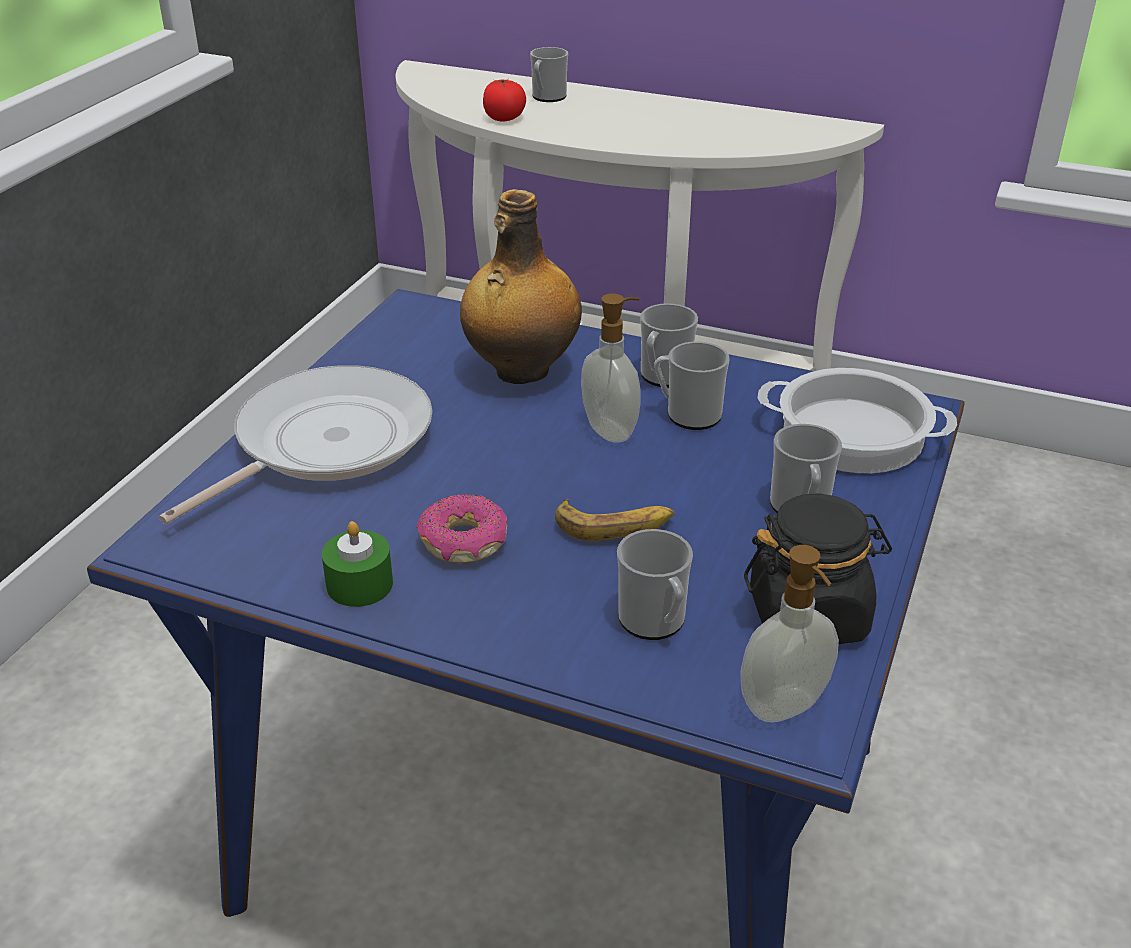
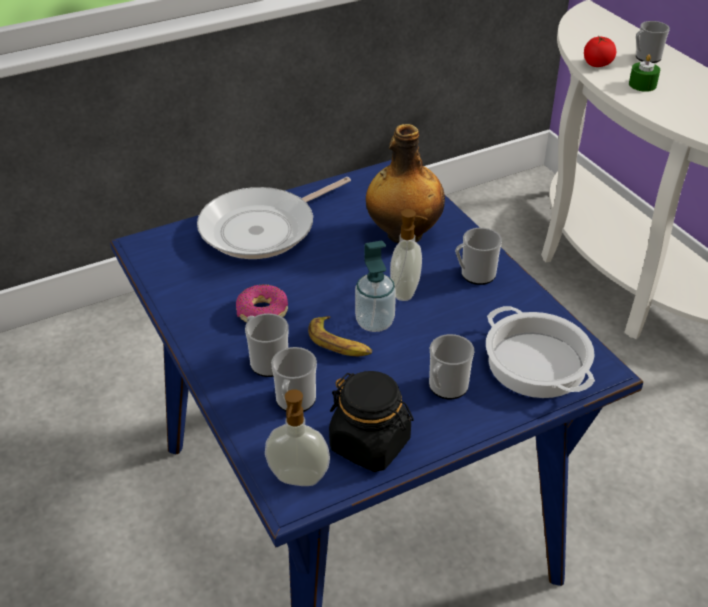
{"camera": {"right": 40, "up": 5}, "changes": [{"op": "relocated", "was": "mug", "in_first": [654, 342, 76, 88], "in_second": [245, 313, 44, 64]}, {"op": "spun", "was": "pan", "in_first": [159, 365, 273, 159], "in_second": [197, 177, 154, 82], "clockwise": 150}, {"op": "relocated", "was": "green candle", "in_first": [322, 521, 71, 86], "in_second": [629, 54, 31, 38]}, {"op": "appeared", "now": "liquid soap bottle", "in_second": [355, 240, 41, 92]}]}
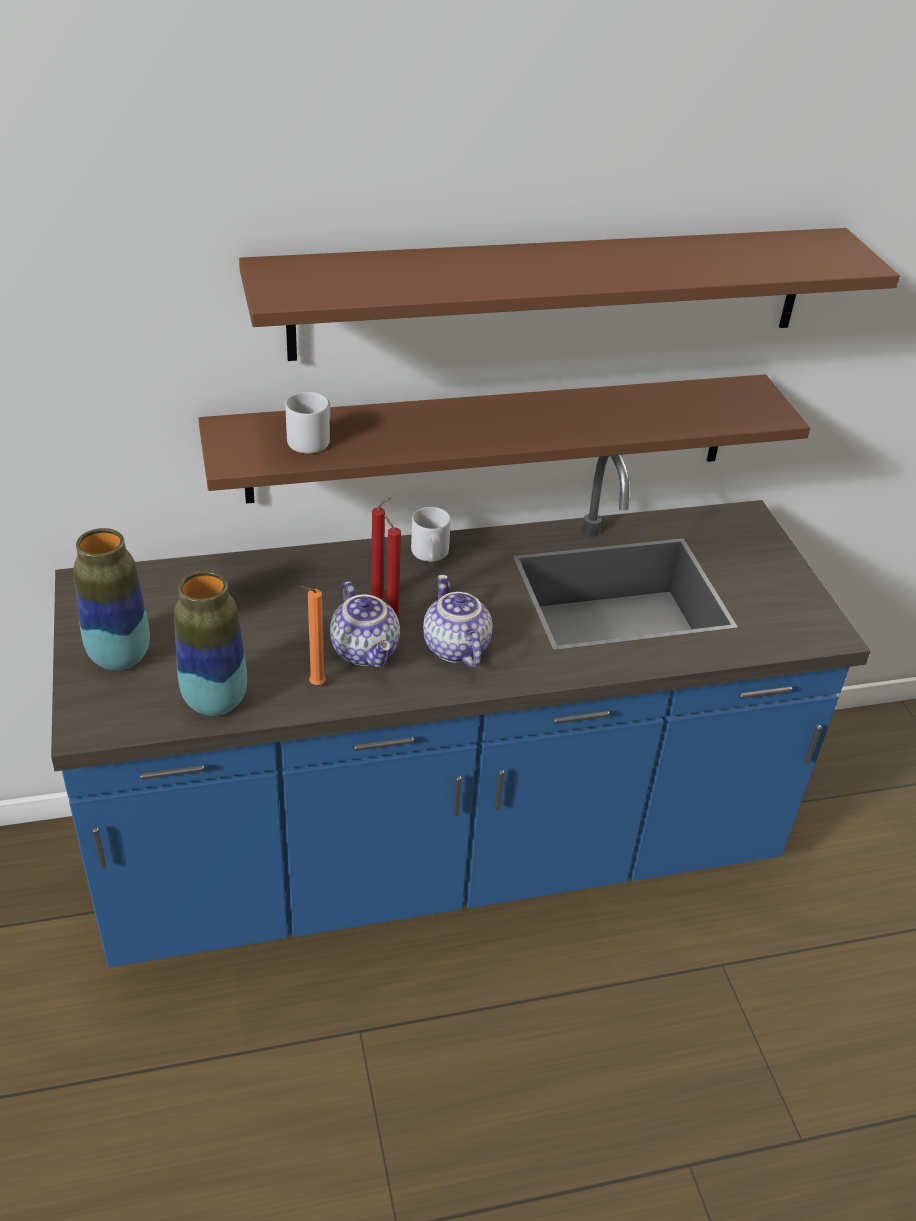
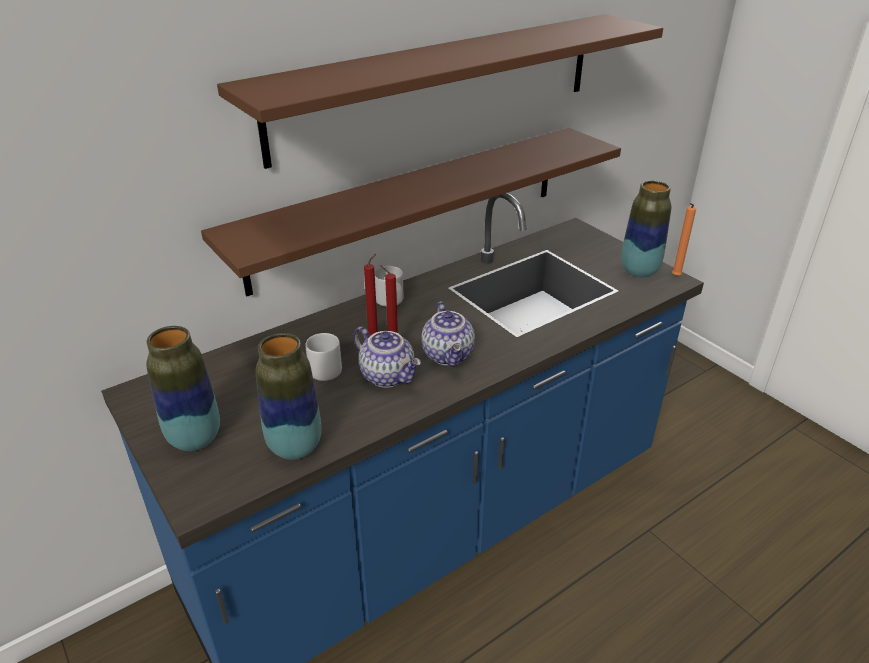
{"camera": {"right": -20, "up": -5}, "changes": [{"op": "relocated", "was": "greyish mug", "in_first": [285, 392, 46, 62], "in_second": [306, 333, 36, 48]}, {"op": "spun", "was": "pot for tea", "in_first": [423, 574, 70, 94], "in_second": [421, 302, 54, 65], "clockwise": -150}, {"op": "relocated", "was": "orange-coloured candle", "in_first": [301, 586, 25, 99], "in_second": [672, 203, 24, 74]}, {"op": "appeared", "now": "decorative vase", "in_second": [621, 181, 51, 96]}]}
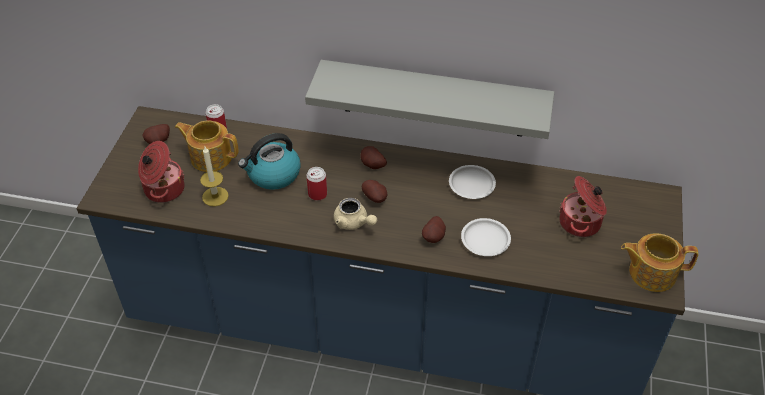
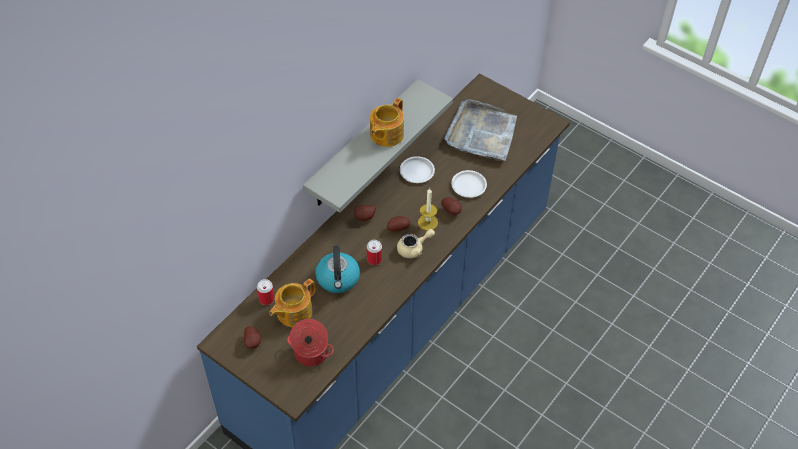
{"camera": {"right": -65, "up": 5}, "changes": [{"op": "relocated", "was": "candle", "in_first": [200, 147, 29, 60], "in_second": [418, 188, 20, 43]}, {"op": "exchanged", "was": "stockpot", "now": "greyish tray", "in_first": [559, 176, 48, 61], "in_second": [444, 99, 73, 62]}, {"op": "relocated", "was": "pot for tea", "in_first": [621, 233, 78, 59], "in_second": [370, 98, 34, 49]}]}
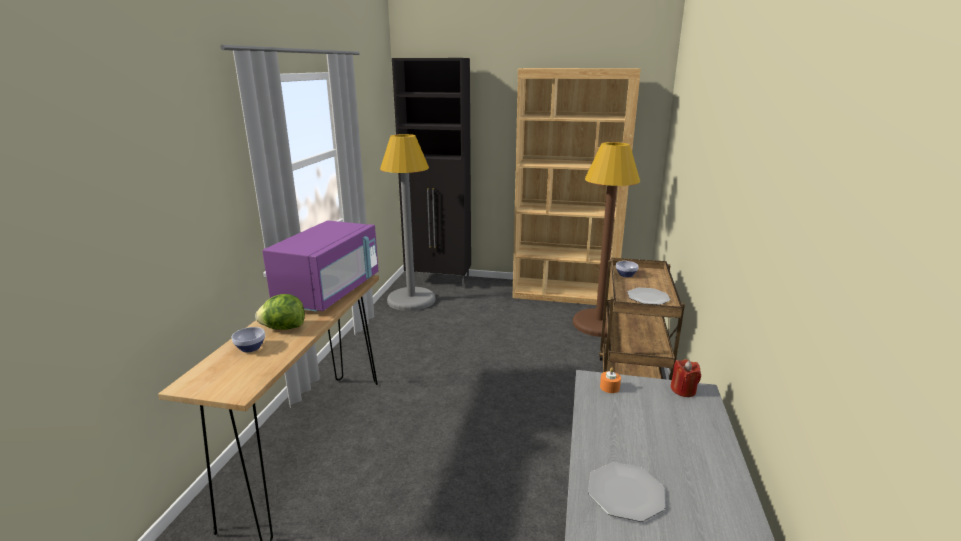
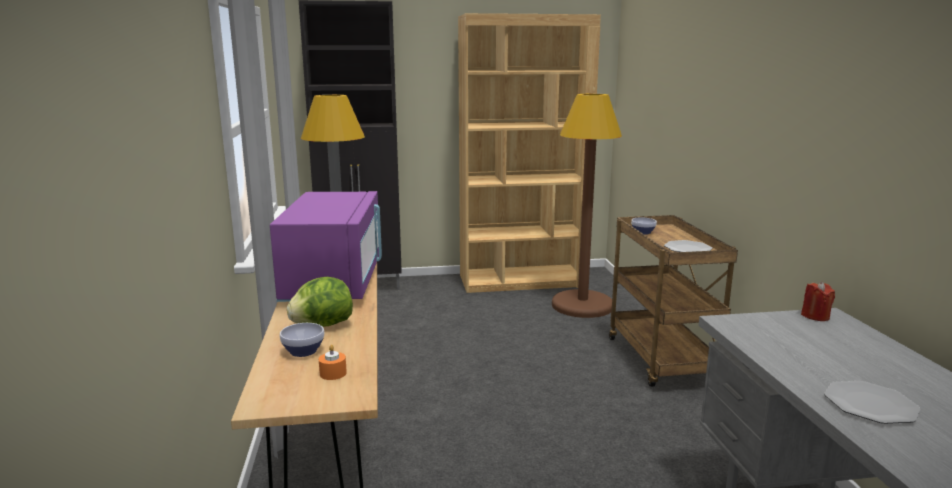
{"camera": {"right": -20, "up": -5}, "changes": [{"op": "relocated", "was": "orange-coloured candle", "in_first": [600, 367, 21, 26], "in_second": [319, 345, 28, 35]}]}
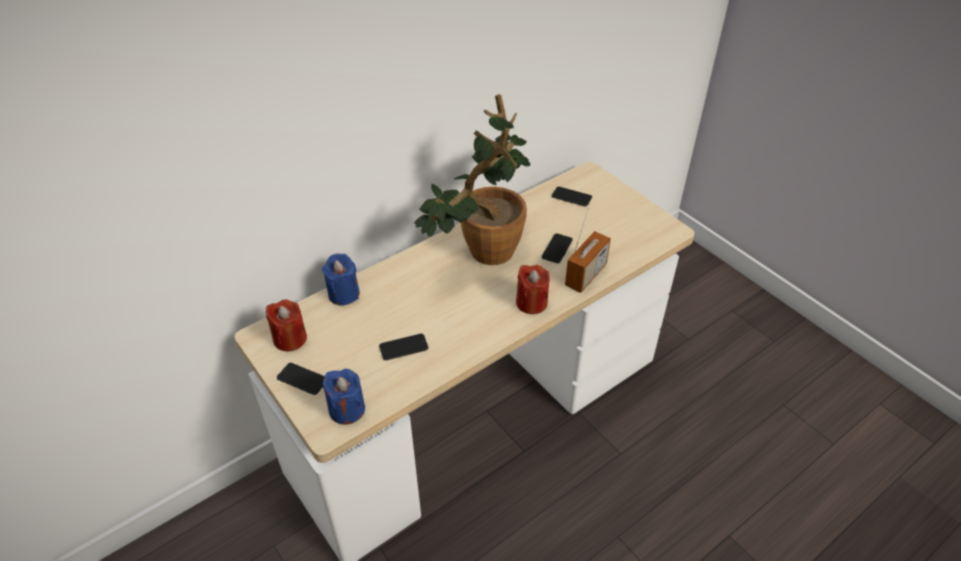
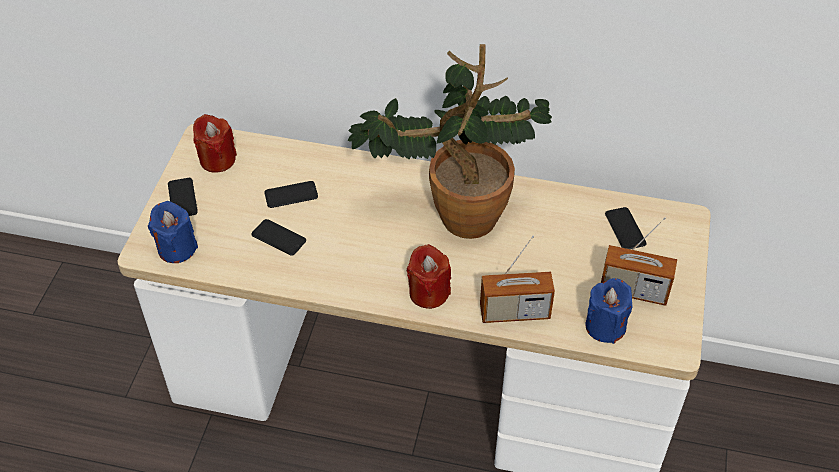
{"camera": {"right": 50, "up": 5}, "changes": [{"op": "relocated", "was": "handset", "in_first": [541, 234, 32, 29], "in_second": [264, 181, 54, 27]}, {"op": "relocated", "was": "bluish candle", "in_first": [322, 253, 38, 52], "in_second": [585, 278, 47, 66]}, {"op": "appeared", "now": "radio set", "in_second": [601, 217, 76, 89]}]}
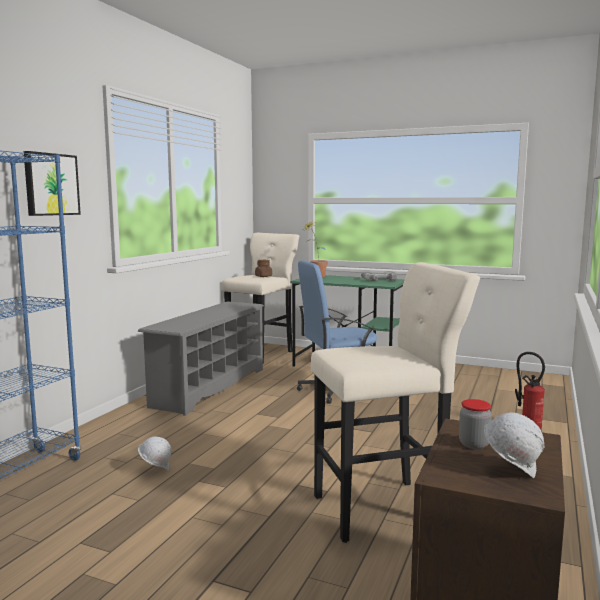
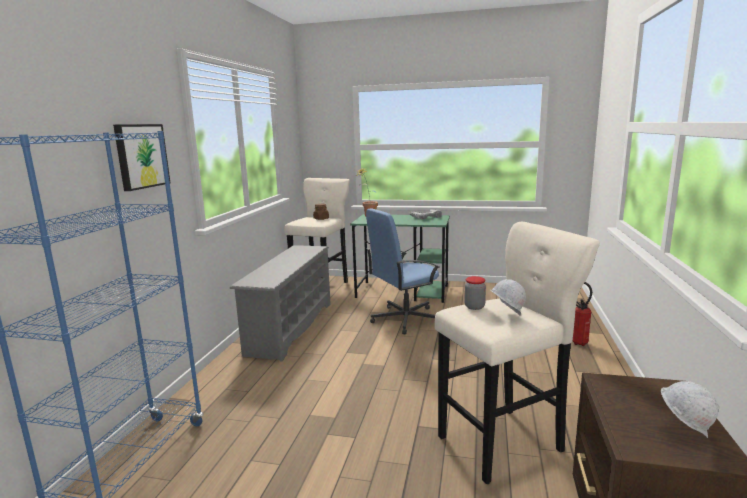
{"camera": {"right": -10, "up": 5}, "changes": [{"op": "relocated", "was": "preserve jar", "in_first": [459, 399, 33, 50], "in_second": [464, 276, 22, 34]}, {"op": "relocated", "was": "white-coloured safety helmet", "in_first": [138, 437, 34, 34], "in_second": [490, 279, 36, 36]}]}
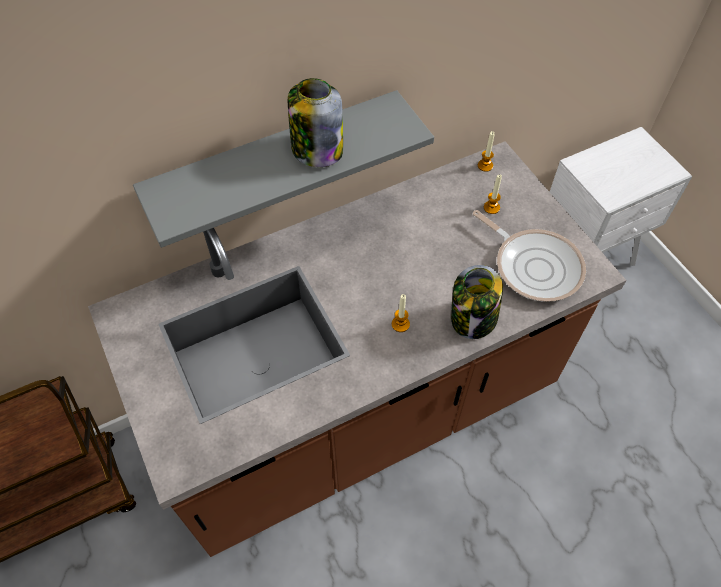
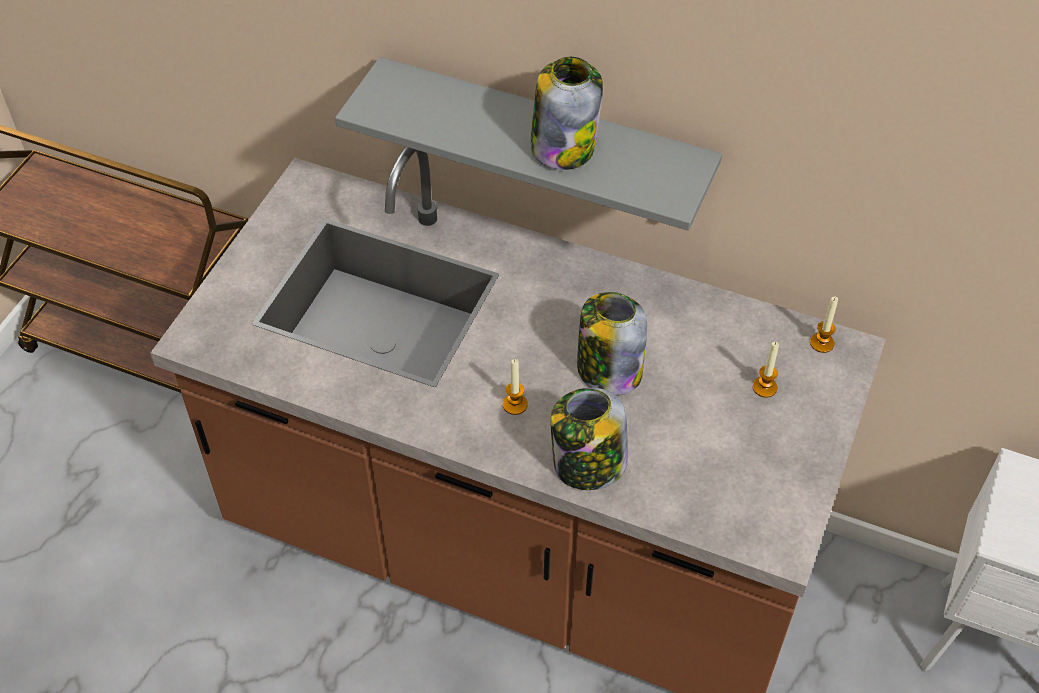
{"camera": {"right": 50, "up": -5}, "changes": [{"op": "missing", "was": "pan", "in_first": [473, 210, 113, 92]}, {"op": "appeared", "now": "preserve jar", "in_second": [577, 292, 70, 103]}]}
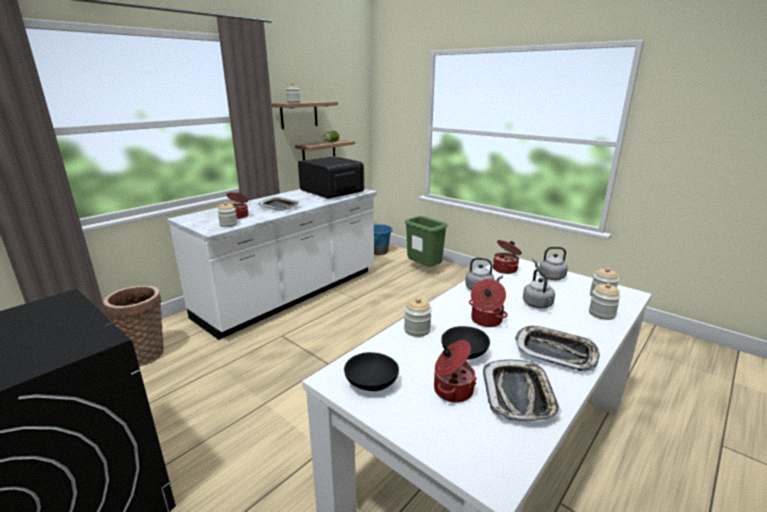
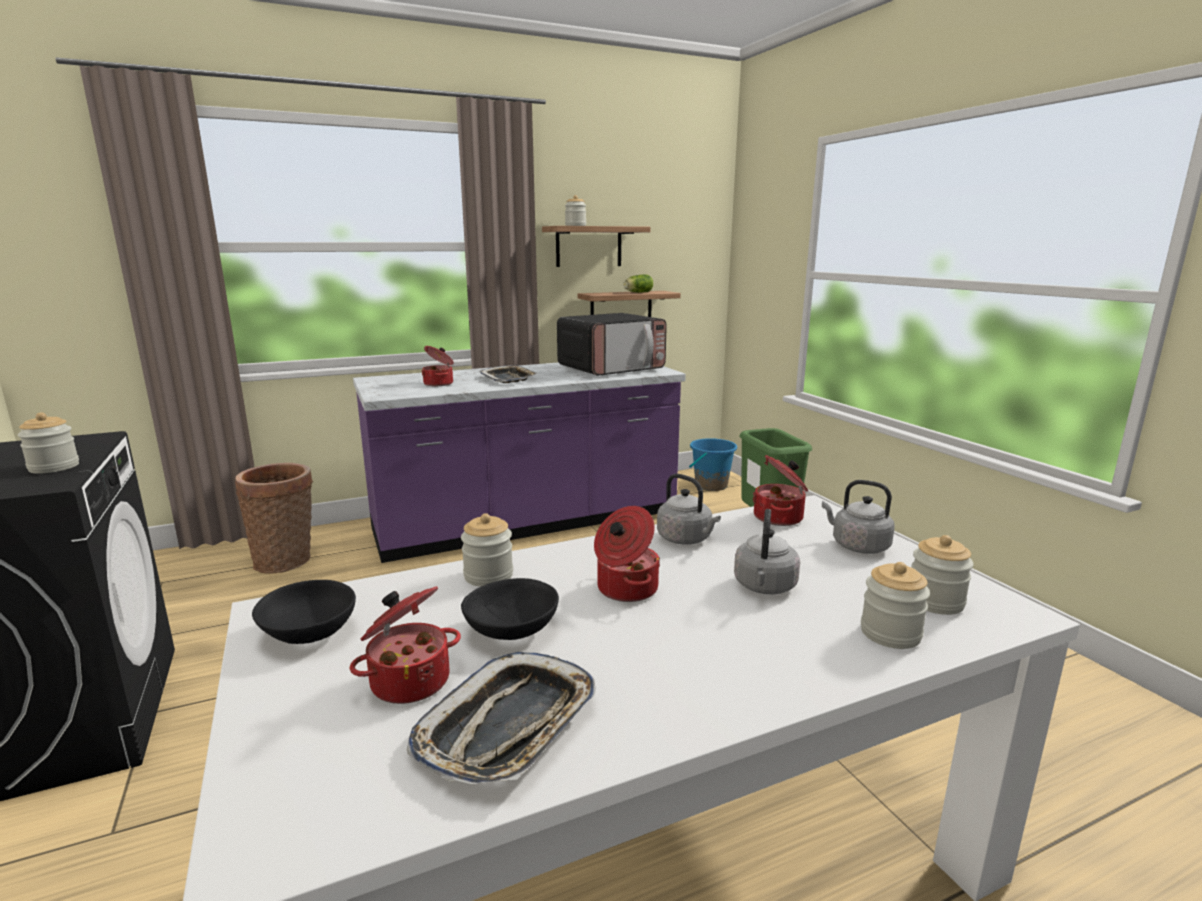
{"camera": {"right": 25, "up": -5}, "changes": [{"op": "spun", "was": "microwave oven", "in_first": [298, 156, 66, 43], "in_second": [557, 313, 110, 63], "clockwise": 75}, {"op": "colour", "was": "white-coloured kitchen counter", "now": "purplish kitchen counter", "in_first": [167, 189, 210, 151], "in_second": [353, 363, 333, 200]}, {"op": "relocated", "was": "preserve jar", "in_first": [217, 202, 20, 25], "in_second": [18, 412, 61, 62]}, {"op": "missing", "was": "tray", "in_first": [515, 326, 85, 46]}]}
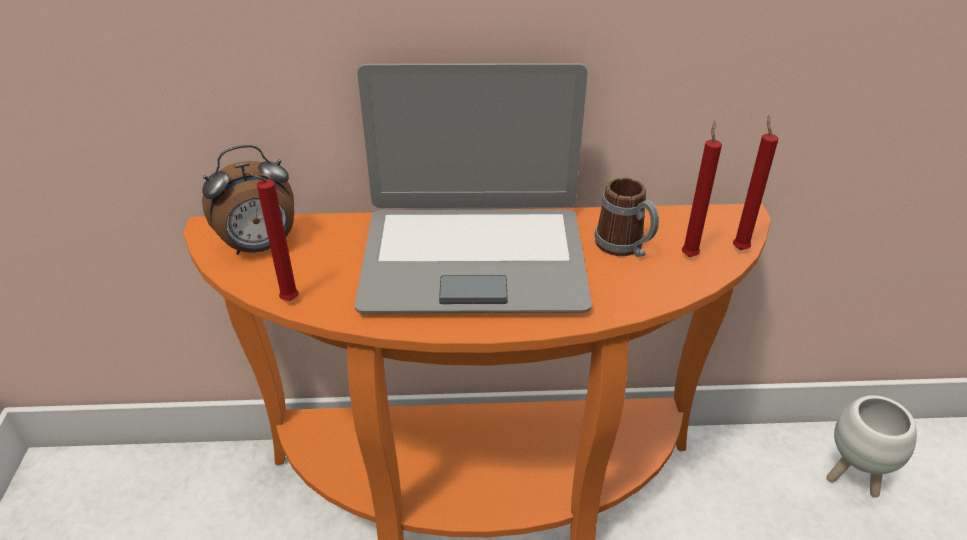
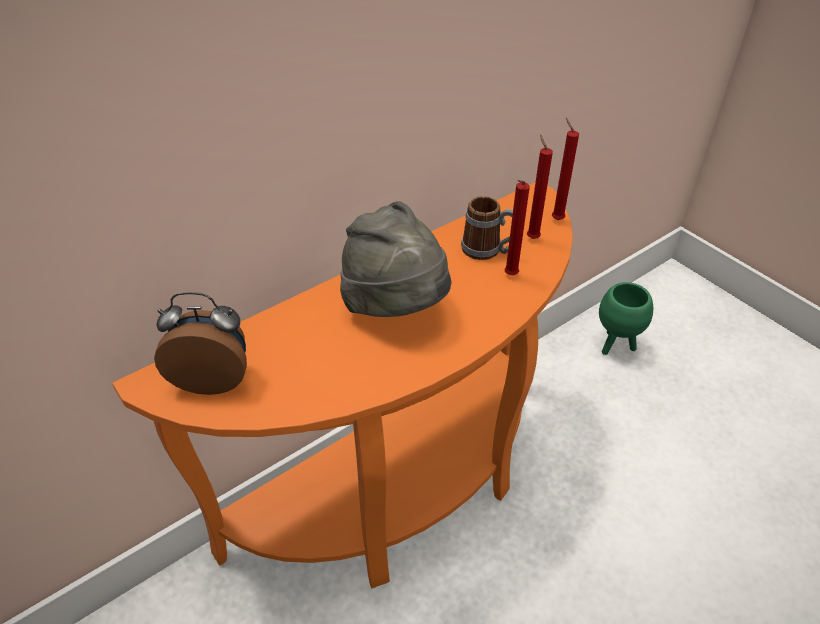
{"camera": {"right": -35, "up": 5}, "changes": [{"op": "exchanged", "was": "portable computer", "now": "greyish wearable hat", "in_first": [355, 63, 237, 251], "in_second": [340, 201, 112, 116]}, {"op": "spun", "was": "alarm clock", "in_first": [202, 145, 92, 110], "in_second": [154, 292, 93, 103], "clockwise": -120}, {"op": "relocated", "was": "red-coloured candle", "in_first": [244, 171, 55, 130], "in_second": [504, 180, 26, 95]}, {"op": "colour", "was": "white-coloured planter", "now": "green planter", "in_first": [827, 395, 90, 102], "in_second": [599, 282, 54, 73]}]}
